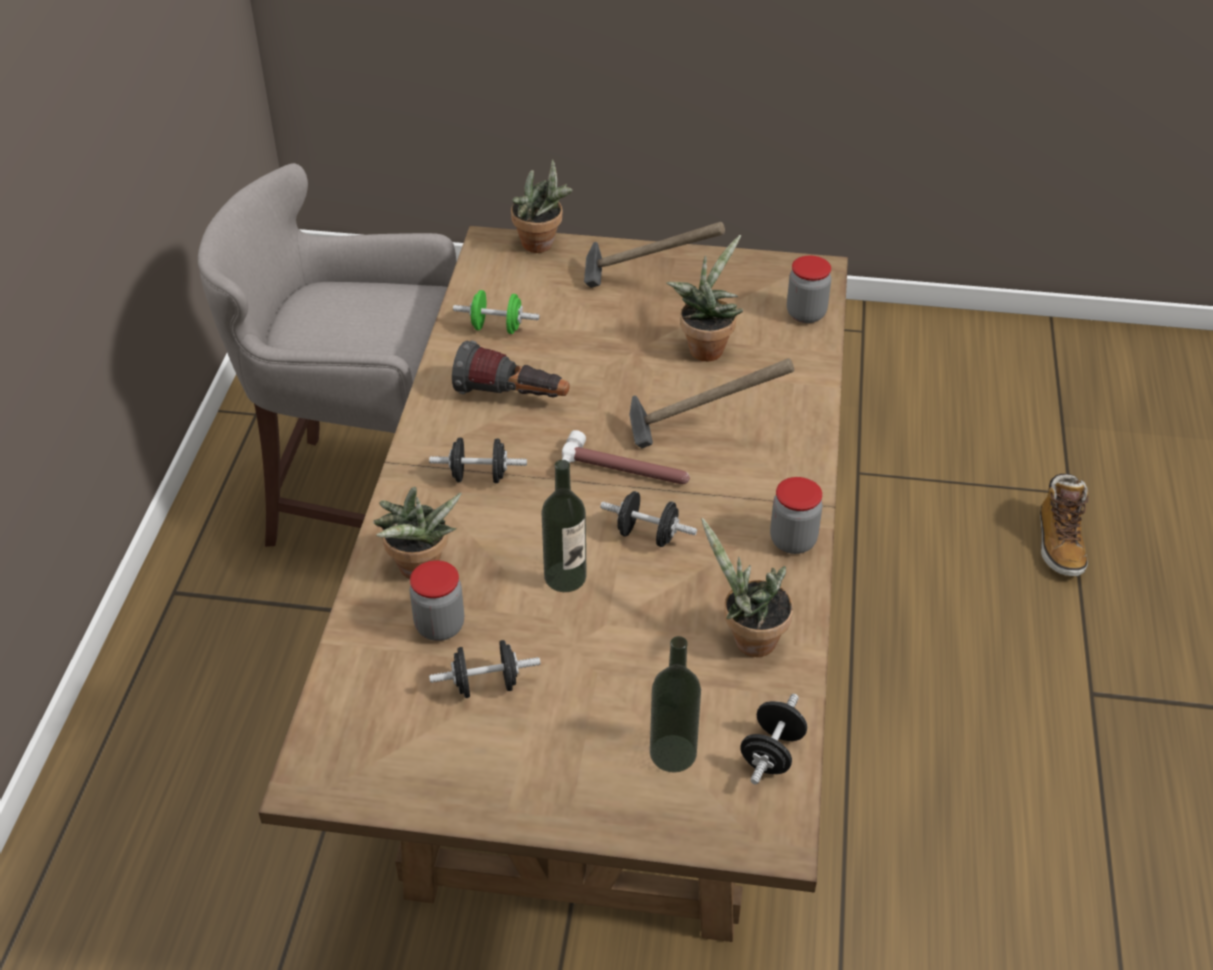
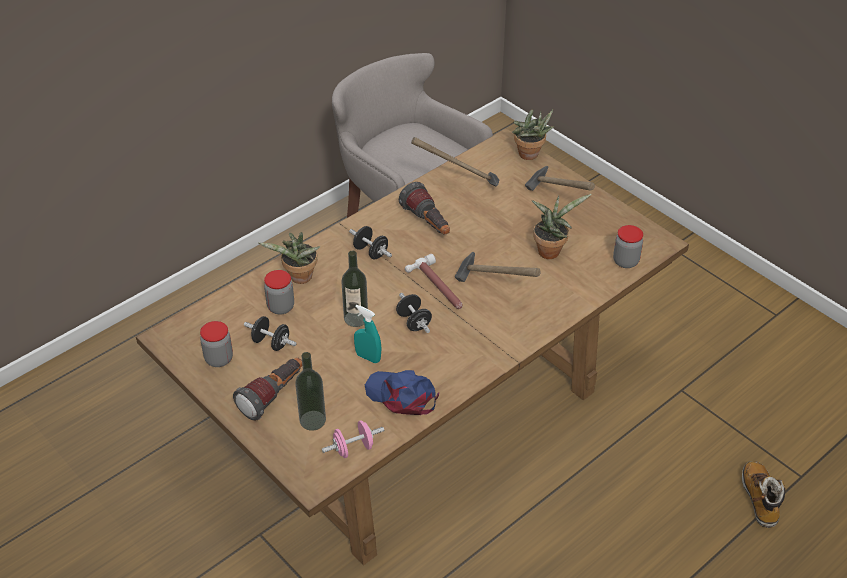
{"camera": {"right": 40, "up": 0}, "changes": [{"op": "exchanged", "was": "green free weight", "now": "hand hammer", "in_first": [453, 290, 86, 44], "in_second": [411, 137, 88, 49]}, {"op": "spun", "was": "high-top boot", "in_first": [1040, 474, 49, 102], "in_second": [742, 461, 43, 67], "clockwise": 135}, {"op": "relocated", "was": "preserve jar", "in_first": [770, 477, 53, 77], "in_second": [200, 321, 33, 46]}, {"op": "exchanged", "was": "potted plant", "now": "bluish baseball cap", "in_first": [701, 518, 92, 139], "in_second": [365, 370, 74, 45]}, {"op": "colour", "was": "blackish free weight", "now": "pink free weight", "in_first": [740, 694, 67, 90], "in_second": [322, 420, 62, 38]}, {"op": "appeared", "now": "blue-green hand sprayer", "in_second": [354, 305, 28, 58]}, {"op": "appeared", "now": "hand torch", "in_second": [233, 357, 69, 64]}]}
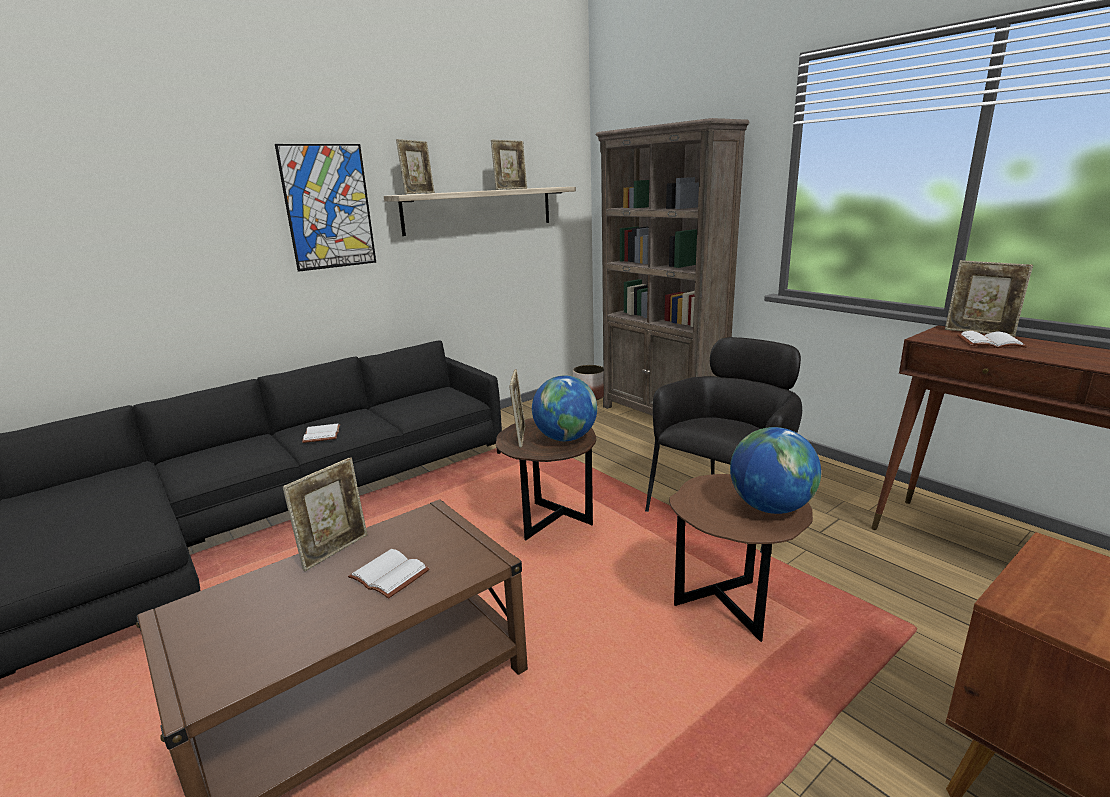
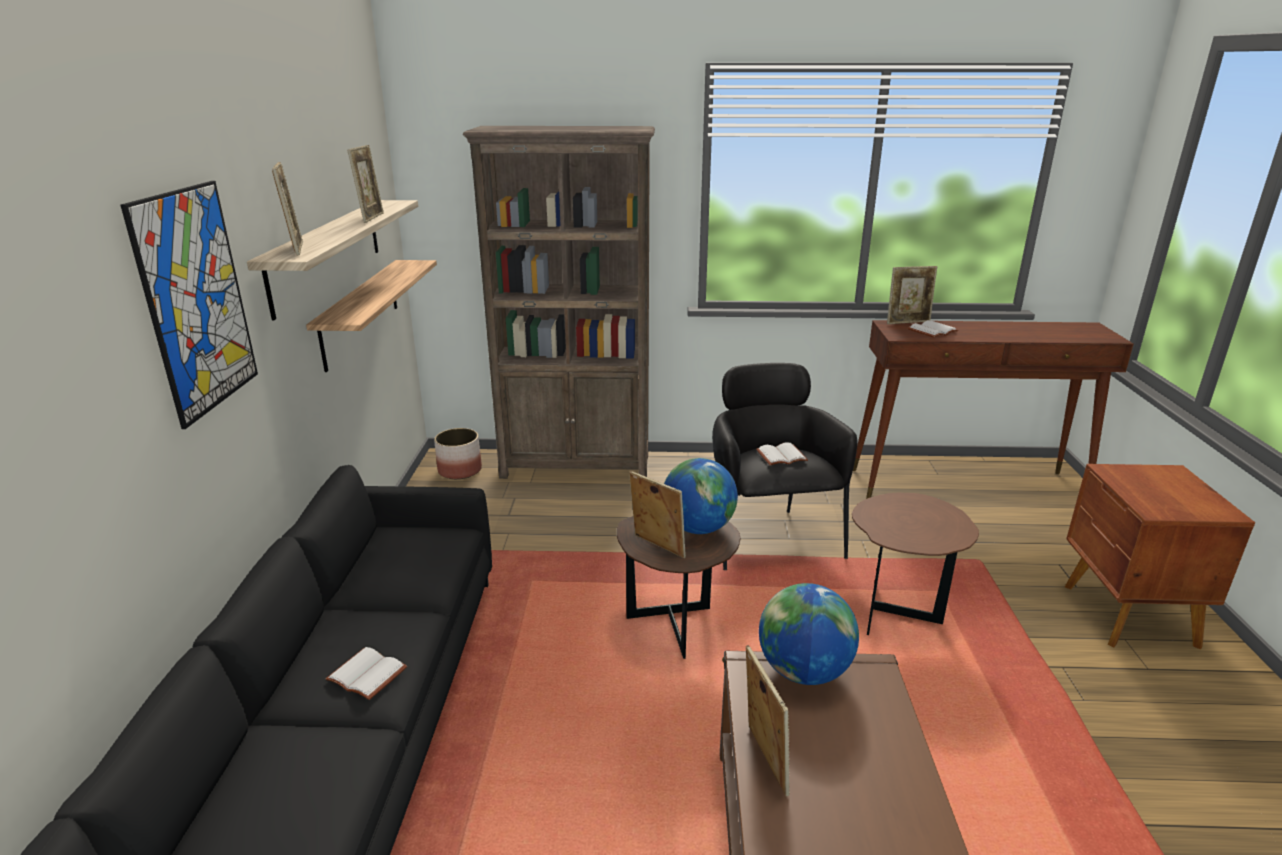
{"camera": {"right": -50, "up": 5}, "changes": [{"op": "relocated", "was": "globe", "in_first": [730, 427, 91, 87], "in_second": [759, 583, 100, 102]}, {"op": "relocated", "was": "white-coloured bound book", "in_first": [348, 549, 82, 50], "in_second": [756, 442, 52, 23]}, {"op": "appeared", "now": "shelf", "in_second": [306, 260, 131, 112]}]}
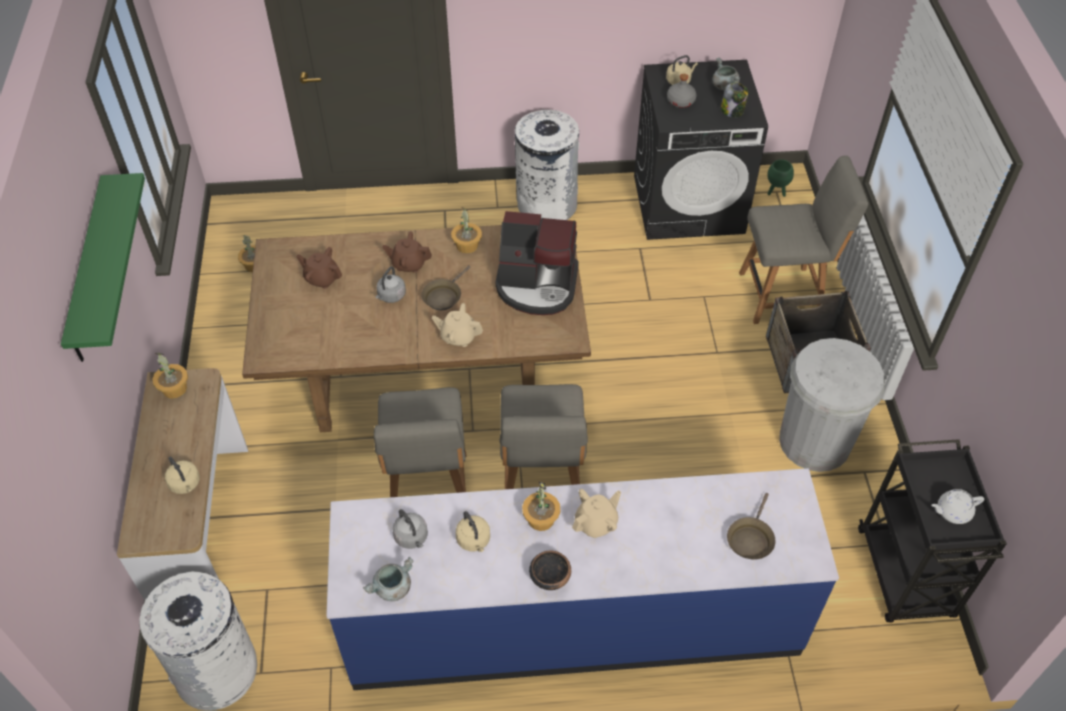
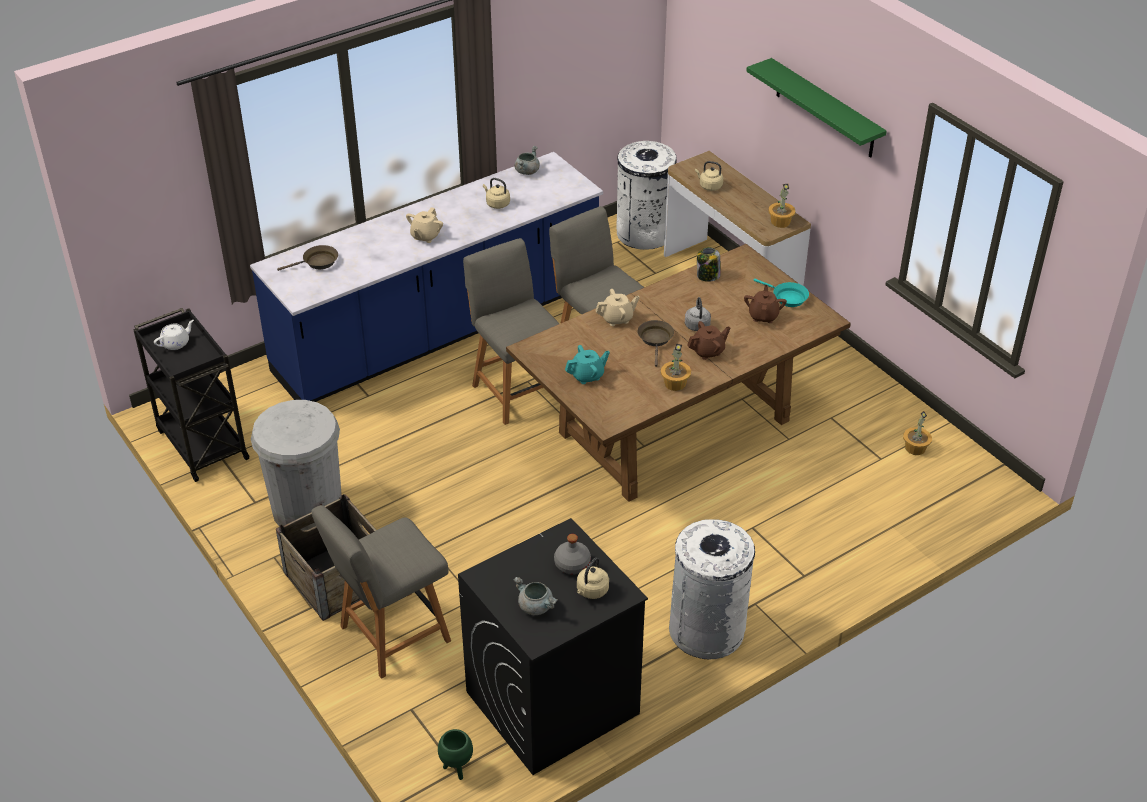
{"camera": {"right": 150, "up": -10}, "changes": [{"op": "relocated", "was": "preserve jar", "in_first": [721, 83, 27, 35], "in_second": [697, 247, 24, 35]}, {"op": "exchanged", "was": "coffee maker", "now": "blue-green pot for tea", "in_first": [496, 211, 83, 104], "in_second": [565, 345, 45, 39]}, {"op": "spun", "was": "brownish pot for tea", "in_first": [296, 247, 46, 42], "in_second": [744, 285, 43, 38], "clockwise": -75}, {"op": "missing", "was": "potted plant", "in_first": [522, 481, 38, 50]}, {"op": "spun", "was": "brownish pan", "in_first": [727, 493, 48, 67], "in_second": [277, 245, 61, 26], "clockwise": 75}, {"op": "missing", "was": "greyish kettle", "in_first": [392, 509, 36, 40]}, {"op": "missing", "was": "serving bowl", "in_first": [529, 551, 42, 39]}, {"op": "appeared", "now": "blue-green pan", "in_second": [753, 279, 56, 28]}]}
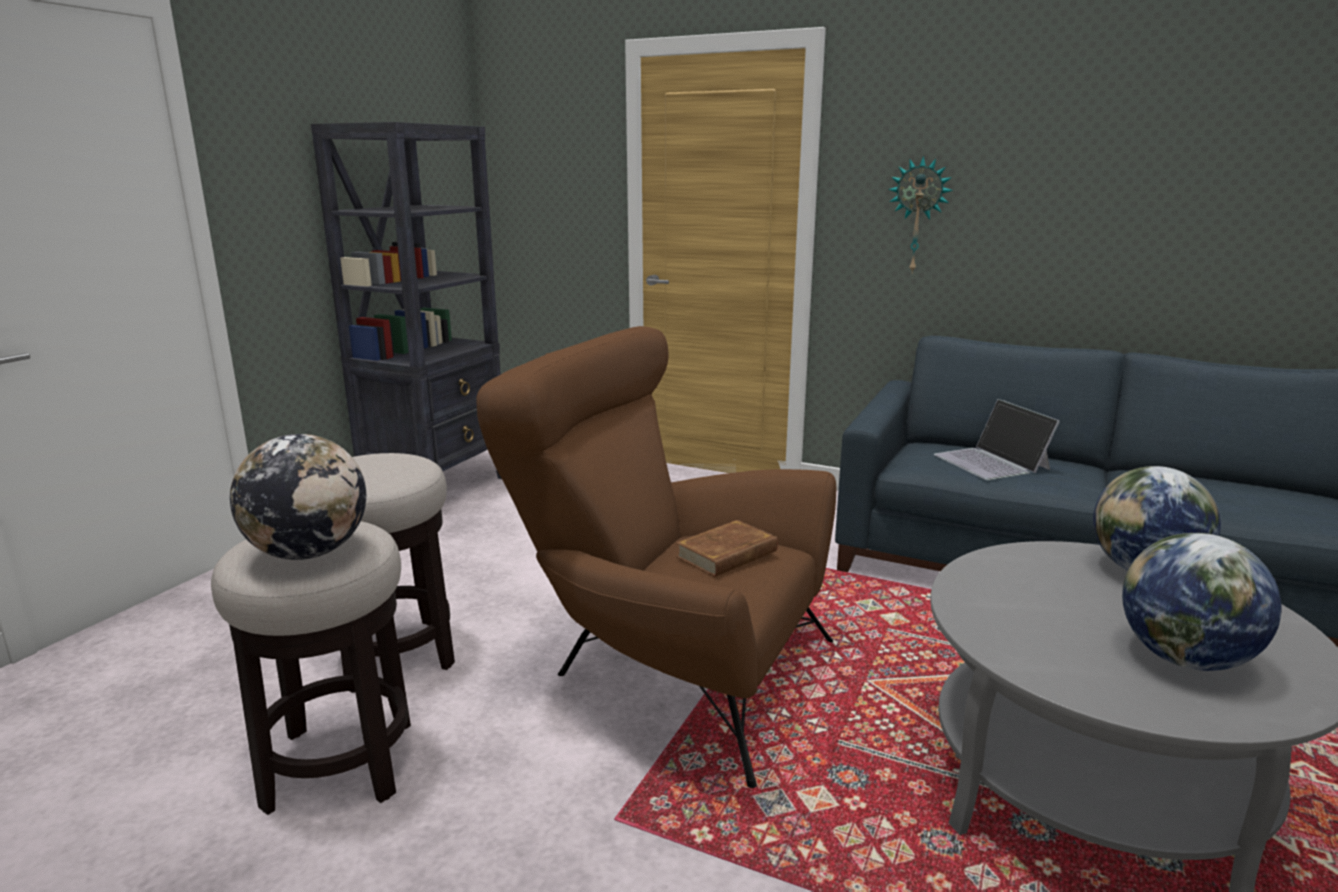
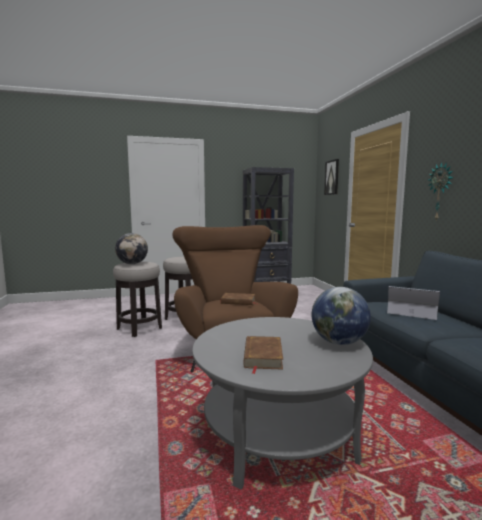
{"camera": {"right": 50, "up": -10}, "changes": [{"op": "spun", "was": "portable computer", "in_first": [934, 399, 126, 81], "in_second": [387, 286, 53, 34], "clockwise": 90}, {"op": "exchanged", "was": "globe", "now": "brownish bound book", "in_first": [1122, 533, 160, 138], "in_second": [243, 336, 40, 38]}, {"op": "appeared", "now": "picture", "in_second": [324, 159, 15, 36]}]}
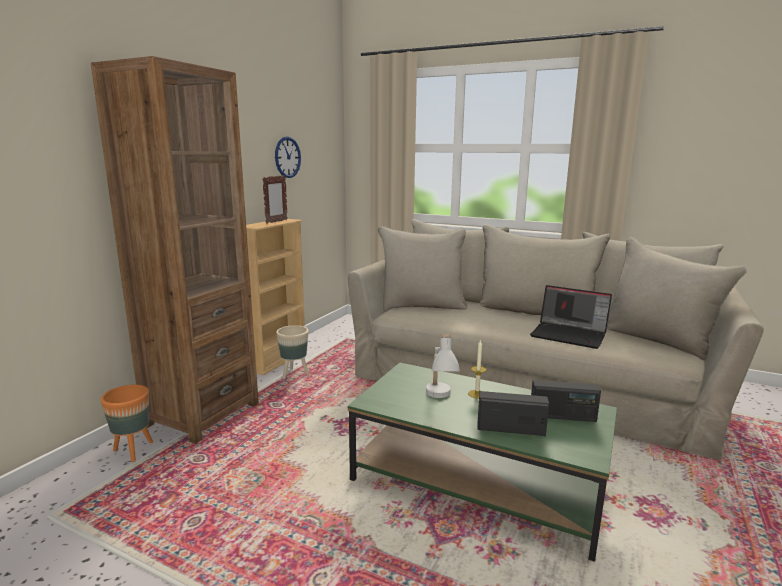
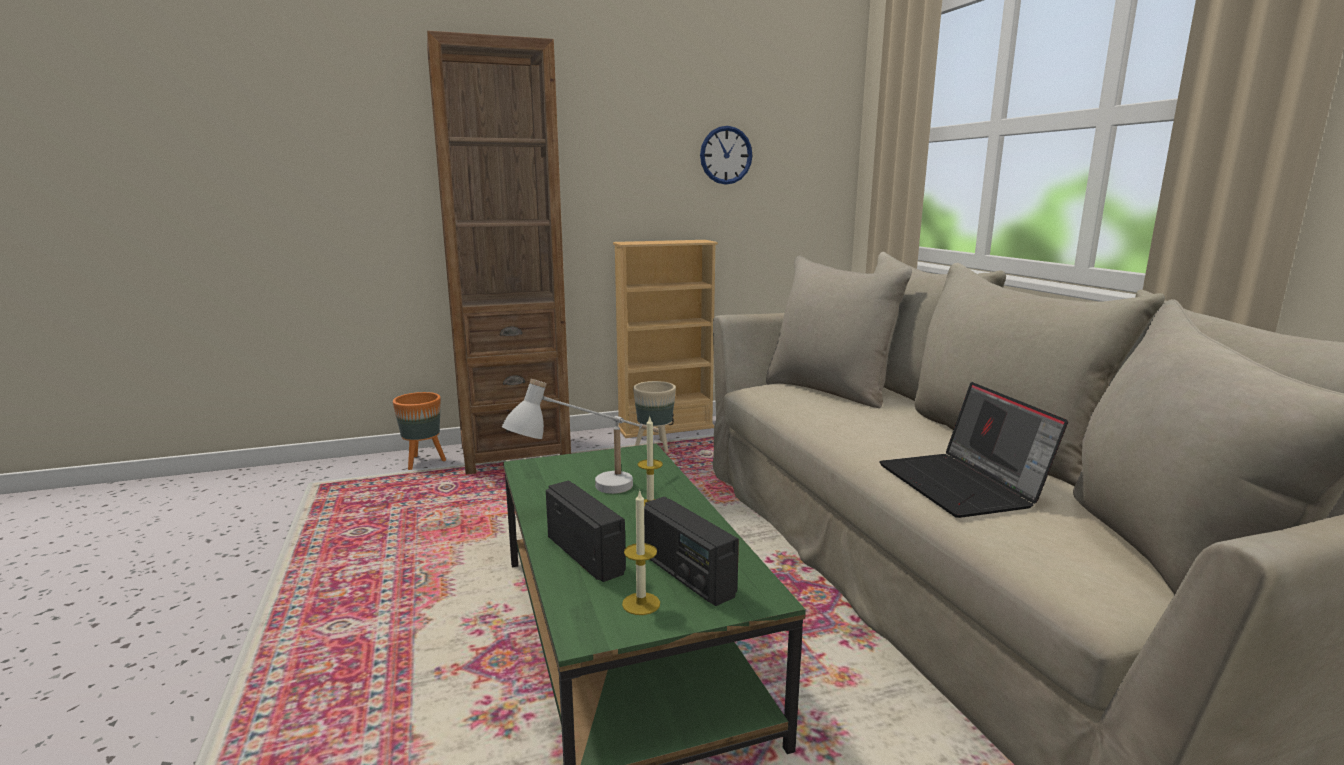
{"camera": {"right": 45, "up": 0}, "changes": [{"op": "missing", "was": "photo frame", "in_first": [262, 175, 26, 49]}, {"op": "appeared", "now": "candle", "in_second": [622, 490, 38, 125]}]}
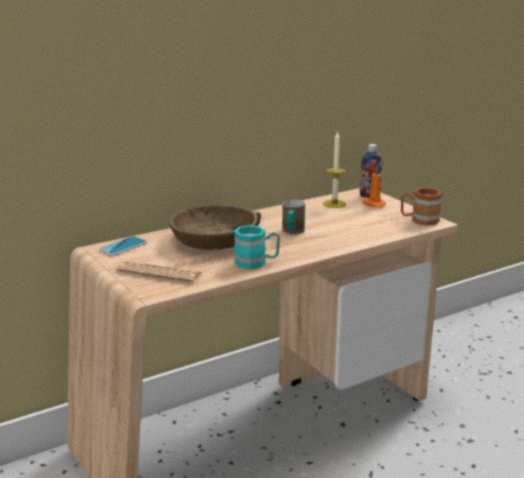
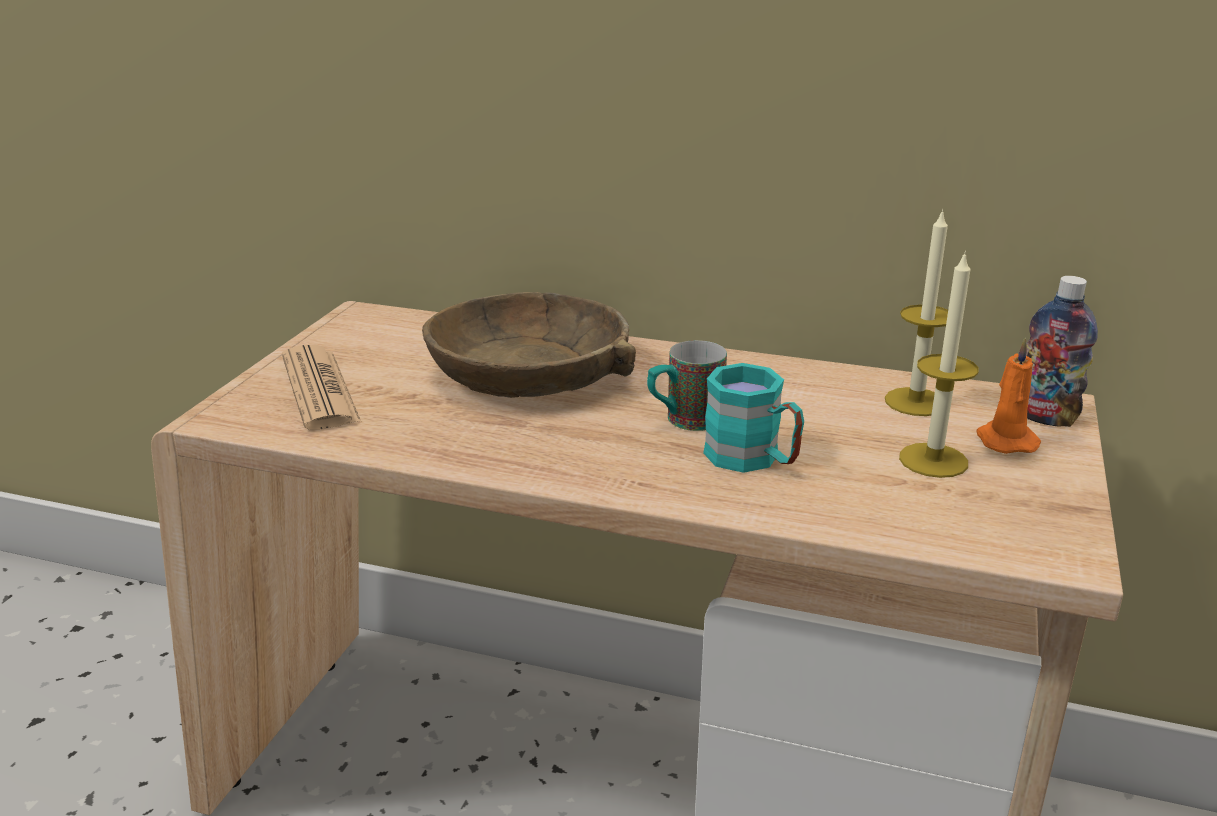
{"camera": {"right": 50, "up": 5}, "changes": [{"op": "missing", "was": "brownish mug", "in_first": [401, 188, 41, 38]}, {"op": "relocated", "was": "blue-green mug", "in_first": [234, 225, 46, 44], "in_second": [703, 363, 101, 110]}, {"op": "missing", "was": "handset", "in_first": [99, 236, 49, 20]}, {"op": "appeared", "now": "candle", "in_second": [899, 251, 80, 227]}]}
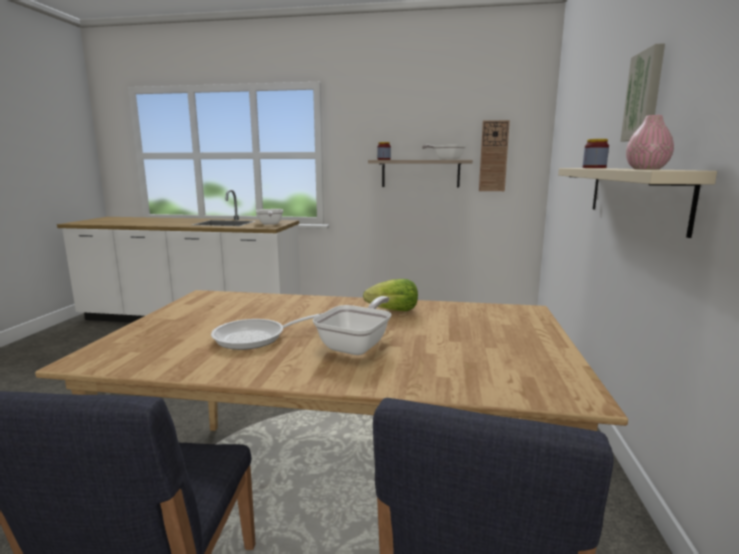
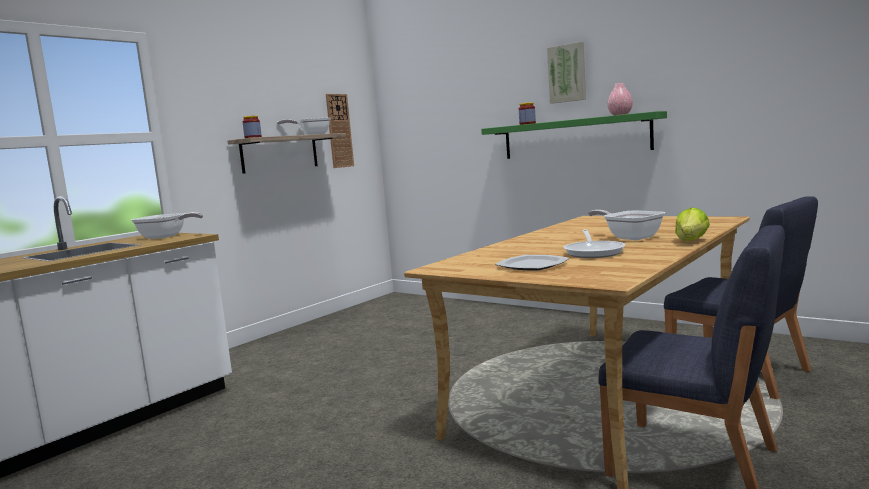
{"camera": {"right": -60, "up": -5}, "changes": [{"op": "colour", "was": "beige shelf", "now": "green shelf", "in_first": [558, 168, 159, 70], "in_second": [481, 111, 186, 48]}, {"op": "relocated", "was": "lettuce head", "in_first": [363, 279, 55, 32], "in_second": [675, 208, 35, 33]}, {"op": "appeared", "now": "dinner plate", "in_second": [495, 255, 74, 16]}]}
